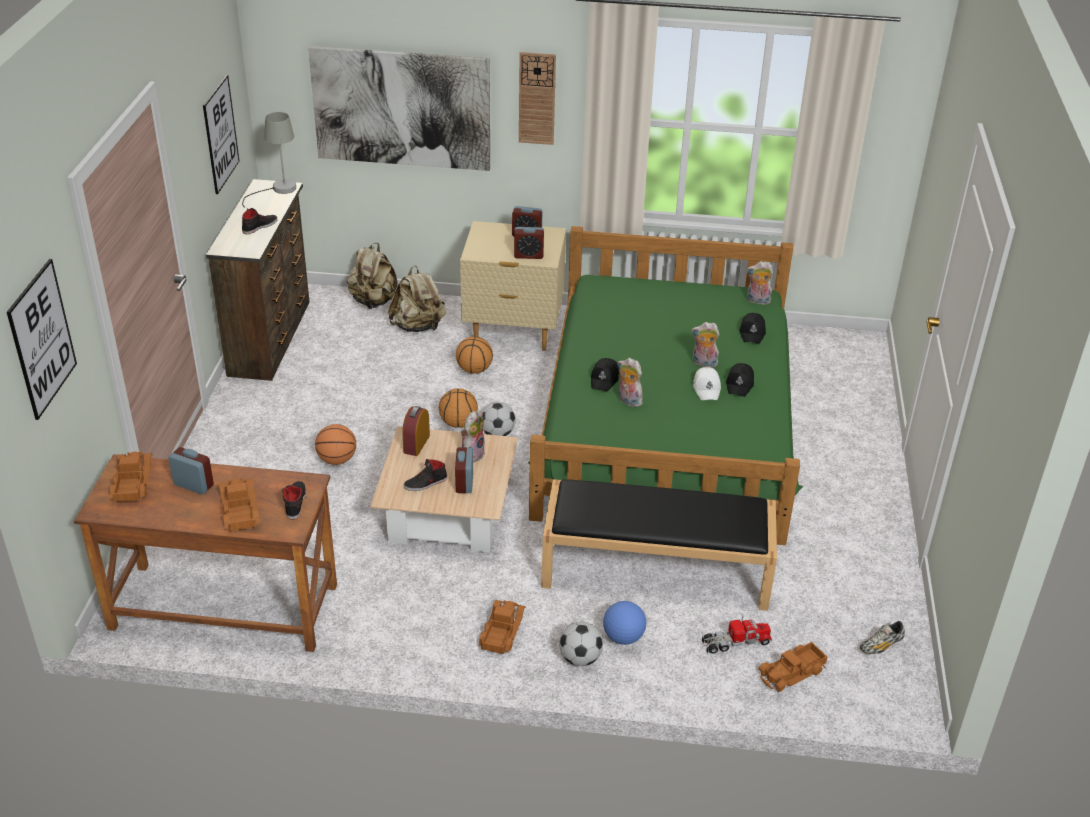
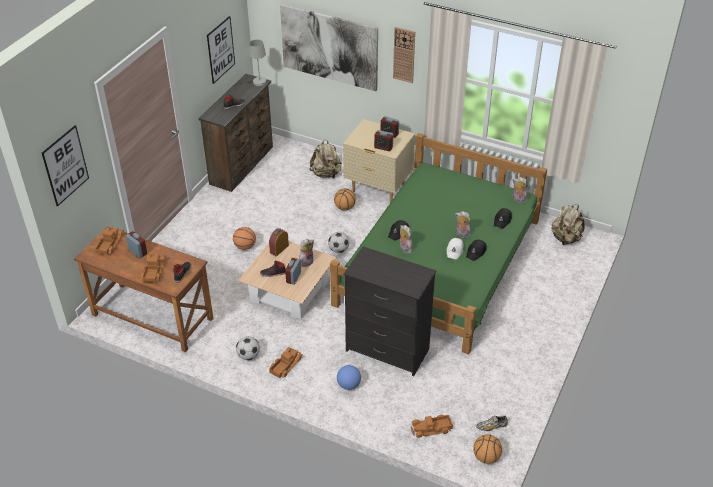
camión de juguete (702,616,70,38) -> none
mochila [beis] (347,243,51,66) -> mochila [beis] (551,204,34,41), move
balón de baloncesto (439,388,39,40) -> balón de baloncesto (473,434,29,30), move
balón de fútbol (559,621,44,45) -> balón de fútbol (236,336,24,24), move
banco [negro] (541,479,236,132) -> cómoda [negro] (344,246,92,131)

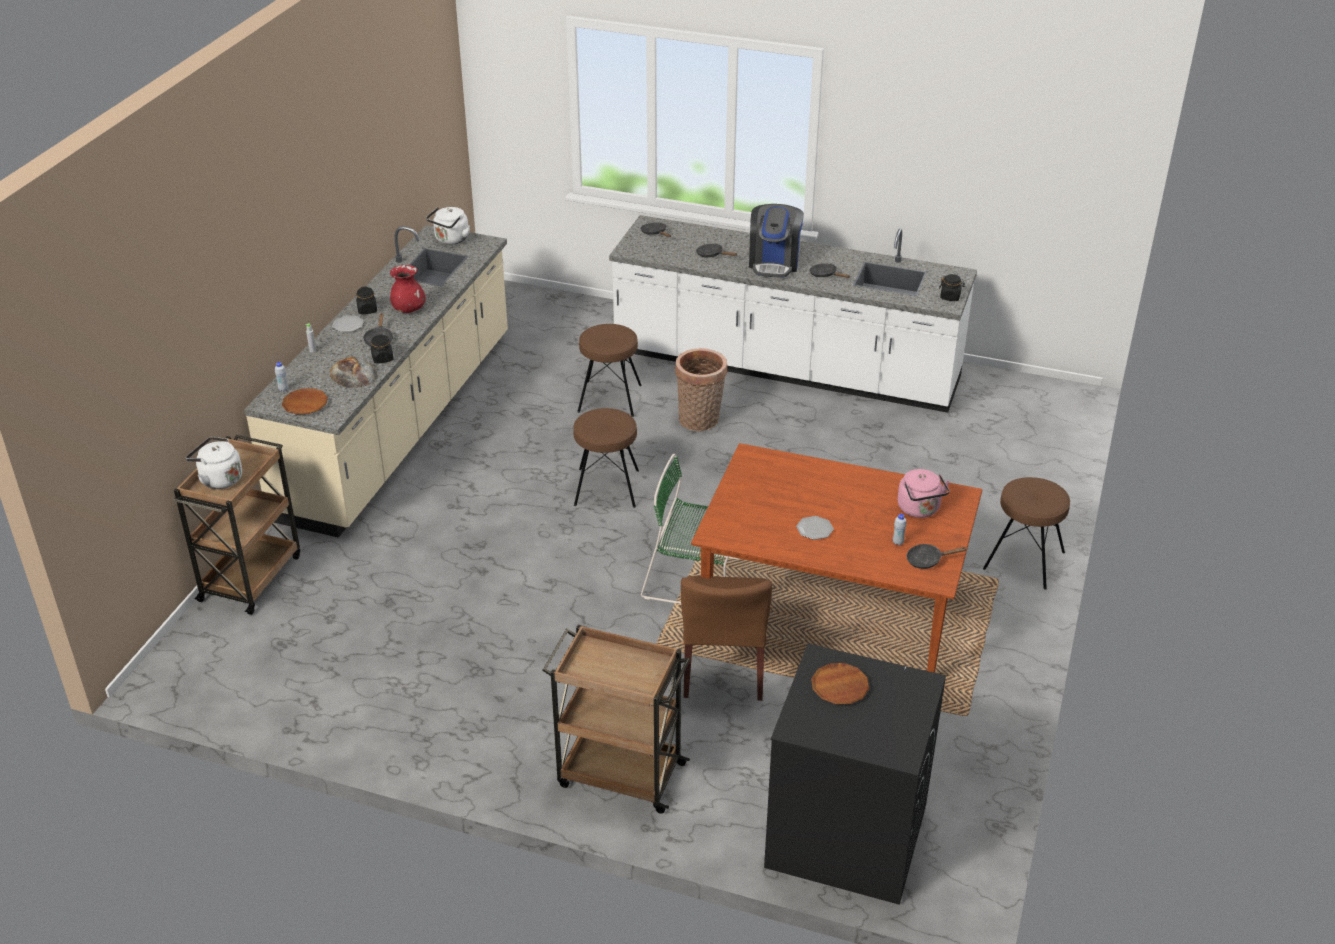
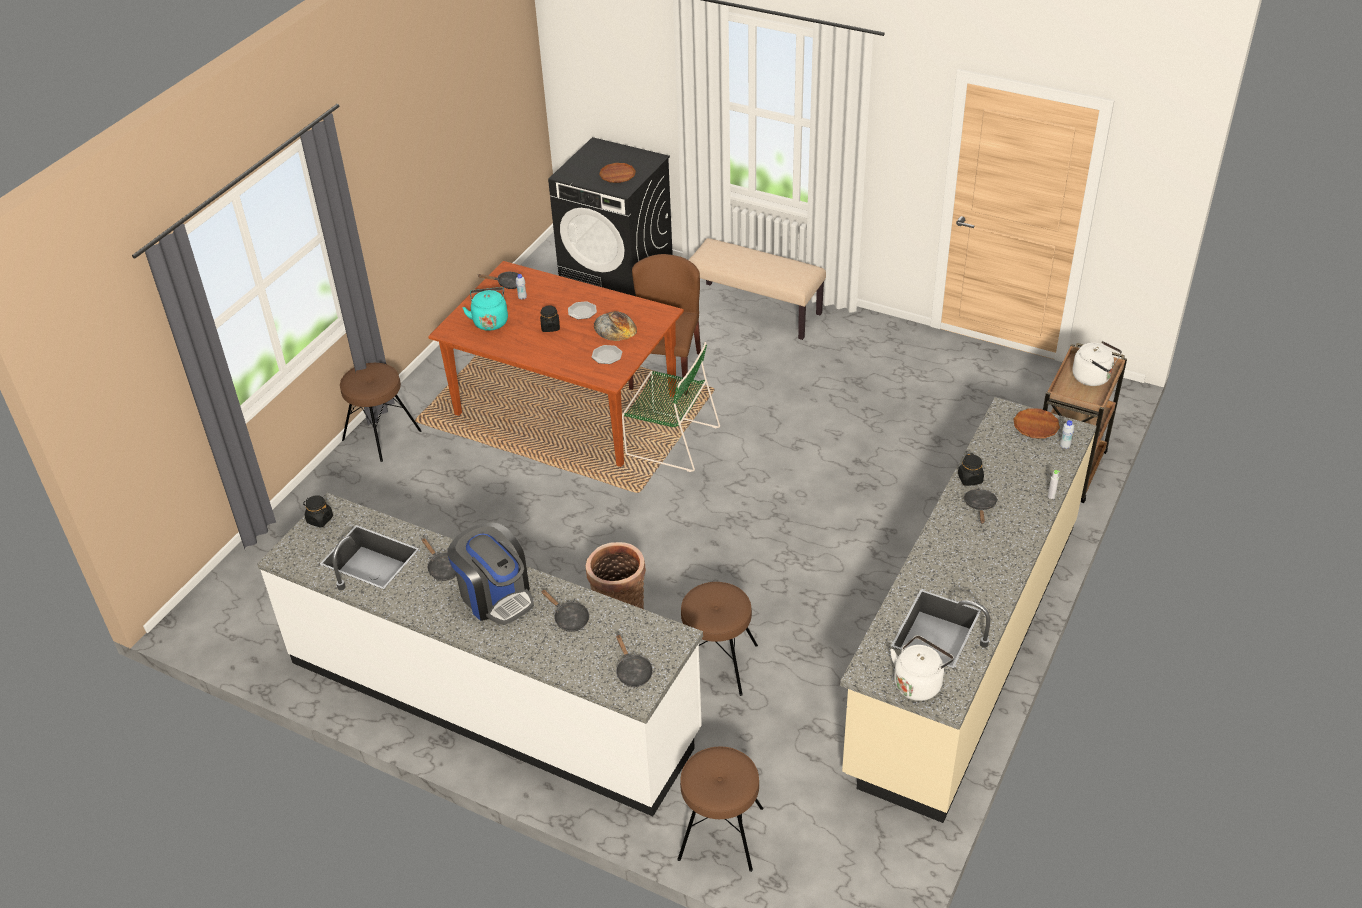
florero [rojo] (390,265,35,48) -> none
pan (329,357,49,31) -> pan (594,311,43,30), move
plato (332,316,32,16) -> plato (592,345,30,19), move
tarro [negro] (356,286,21,28) -> tarro [negro] (540,305,20,27), move
taburete [marrón] (573,408,66,100) -> taburete [marrón] (677,747,86,125), move
carrito [marrón] (542,625,148,189) -> banco [beis] (689,238,137,102)
hervidor [rosa] (898,469,52,49) -> hervidor [turquesa] (462,287,46,44)
cafetera (749,204,55,74) -> cafetera (447,522,87,103), 120 degrees clockwise

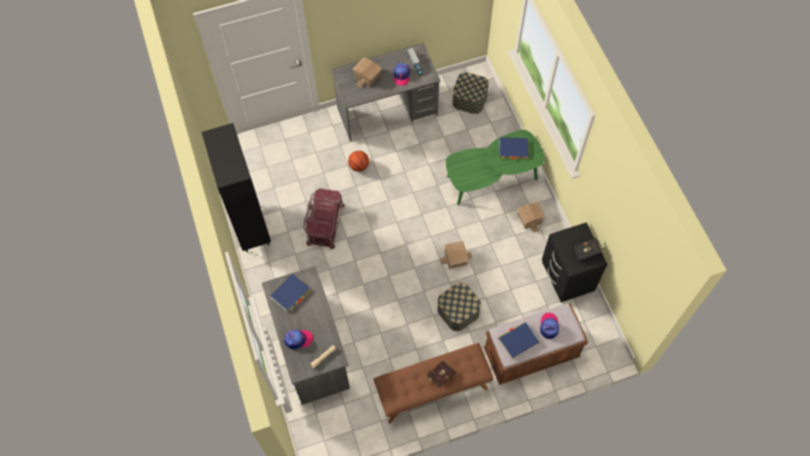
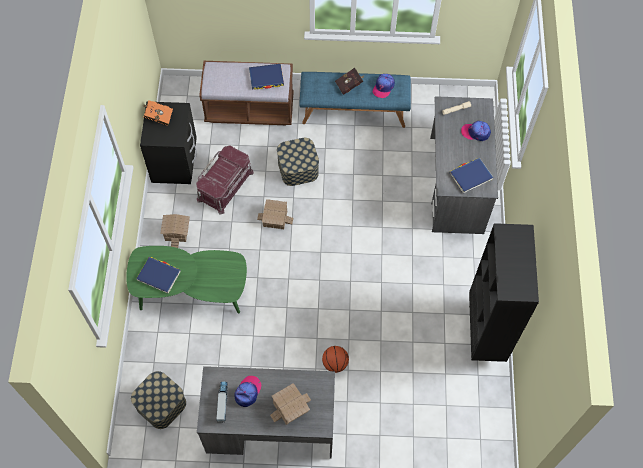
caja de almacenaje [rojo] (303,188,42,62) -> caja de almacenaje [rojo] (196,146,58,68), move
gorra (540,313,19,26) -> gorra (373,74,22,24), move
banco [marrón] (374,343,120,80) -> banco [azul] (299,72,112,56)
libro [negro] (574,238,30,24) -> libro [naranja] (142,100,31,26)

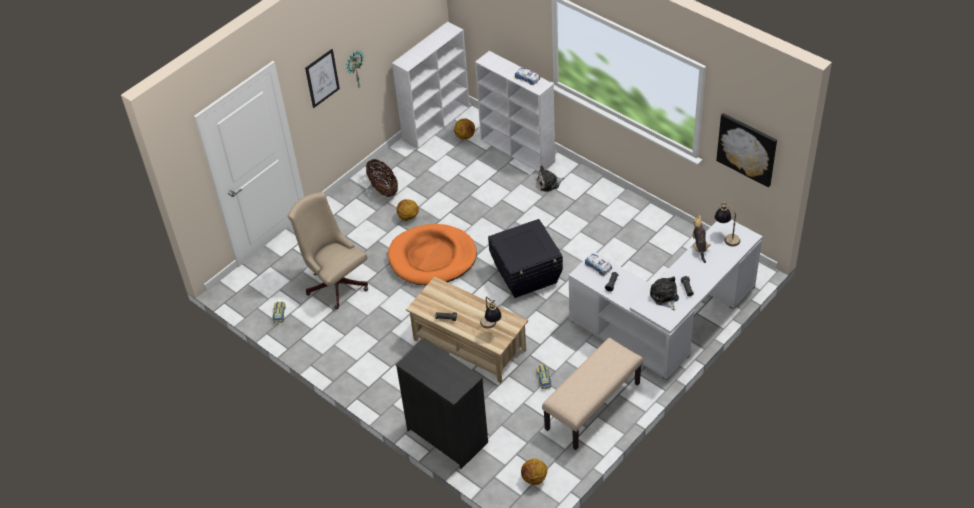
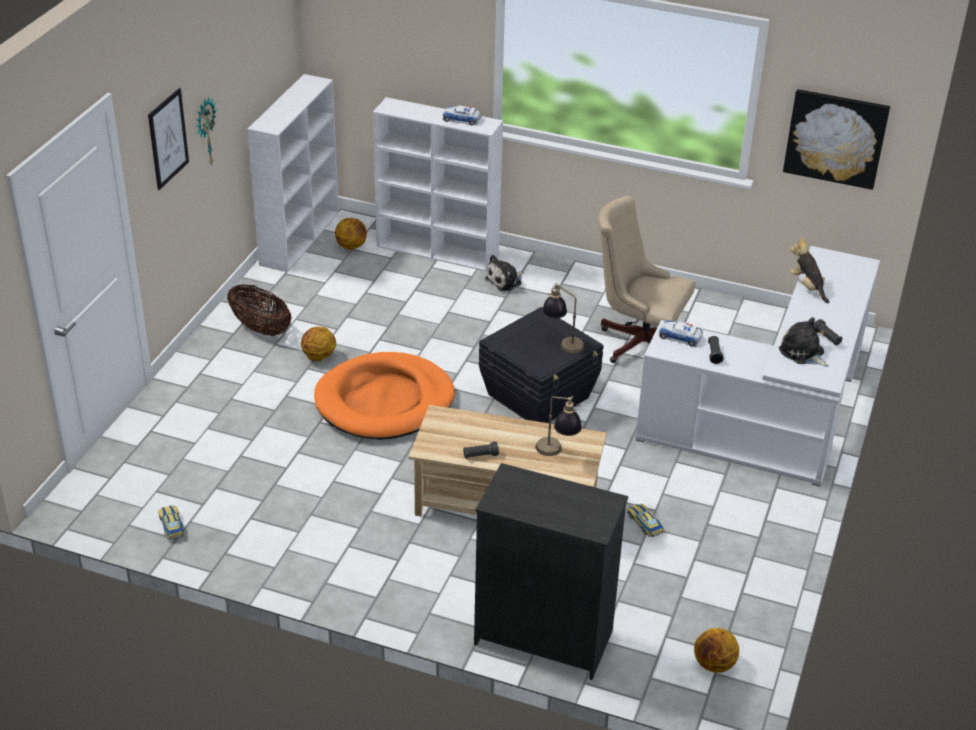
banco [beis] (542,338,101,112) -> none
silla de oficina [beis] (288,192,80,117) -> silla de oficina [beis] (598,196,98,167), move
lámpara de mesa (715,201,25,45) -> lámpara de mesa (542,283,42,70), move

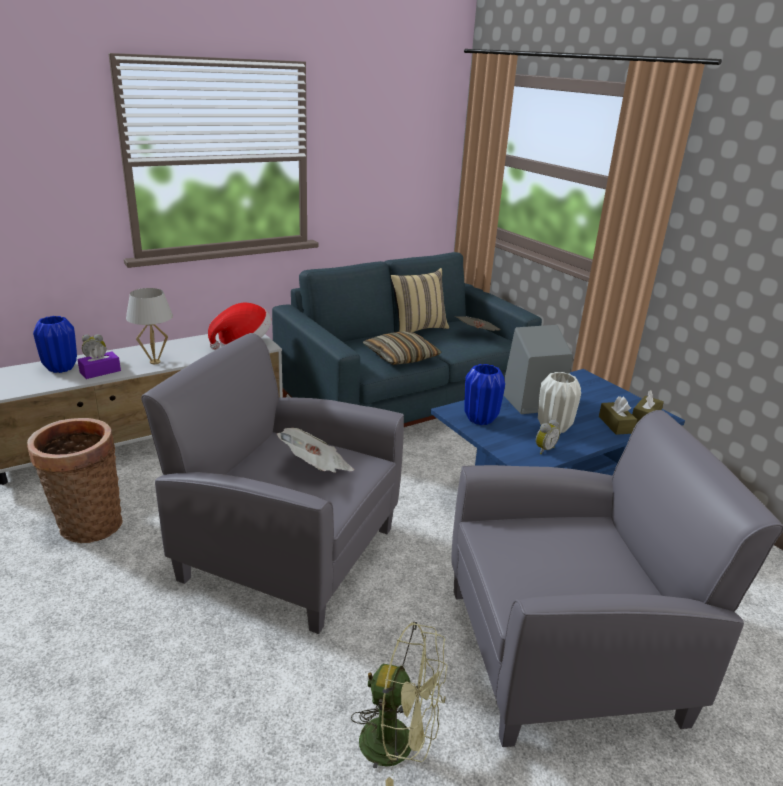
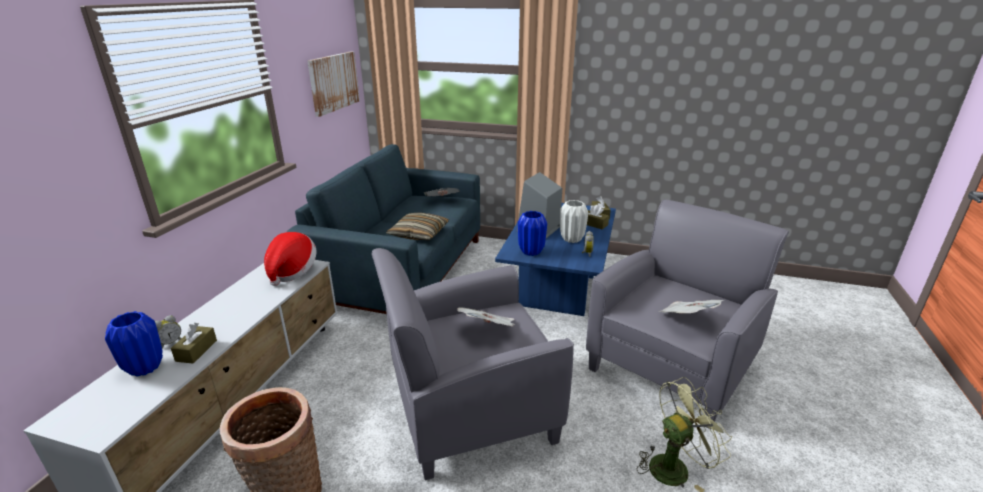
lámpara de mesa [blanco] (126,288,47,76) -> none
cojín [beis] (390,268,59,64) -> none
none -> cuadro (307,51,53,66)
none -> periódico (658,300,66,13)
caja de pañuelos [morado] (77,345,44,34) -> caja de pañuelos [marrón] (171,323,46,41)

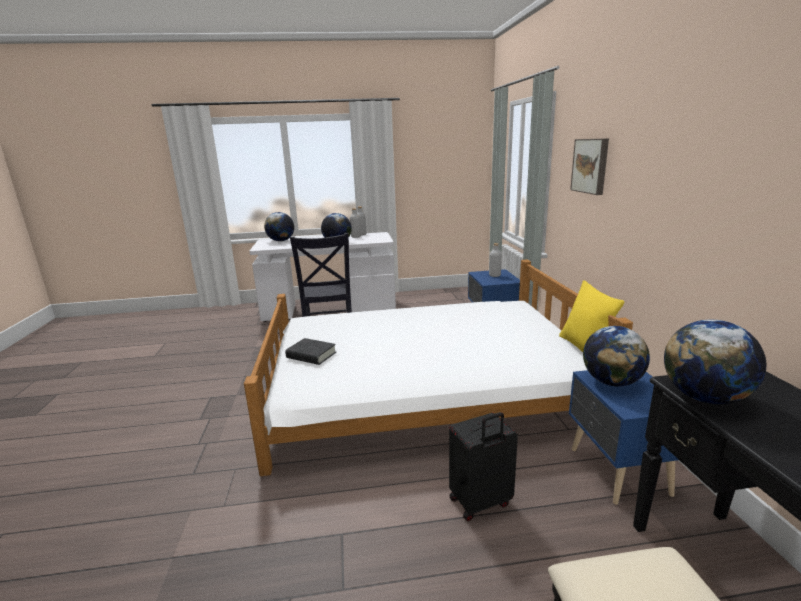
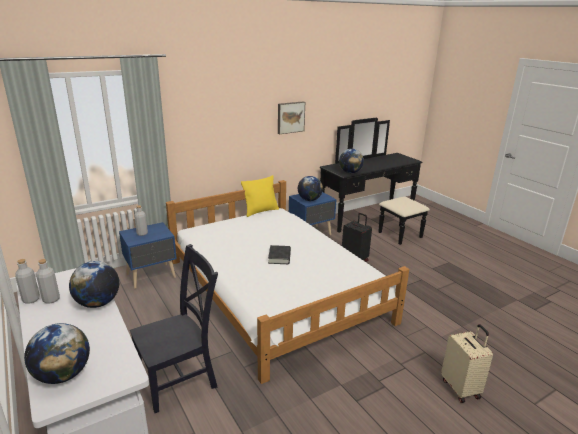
none -> maleta [beis] (441,324,52,79)
libro [negro] (285,338,51,27) -> libro [negro] (268,245,23,19), move
cuadro (570,138,39,57) -> cuadro (278,101,27,33), move

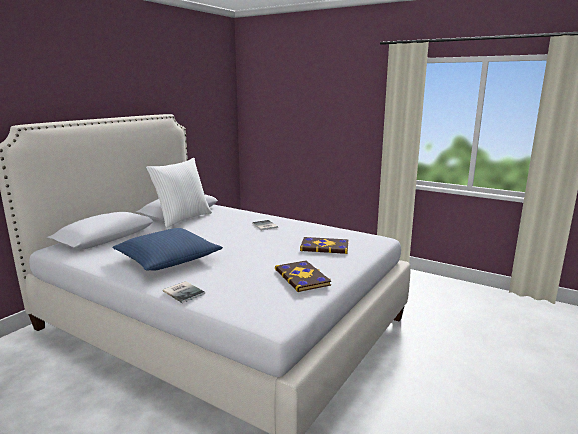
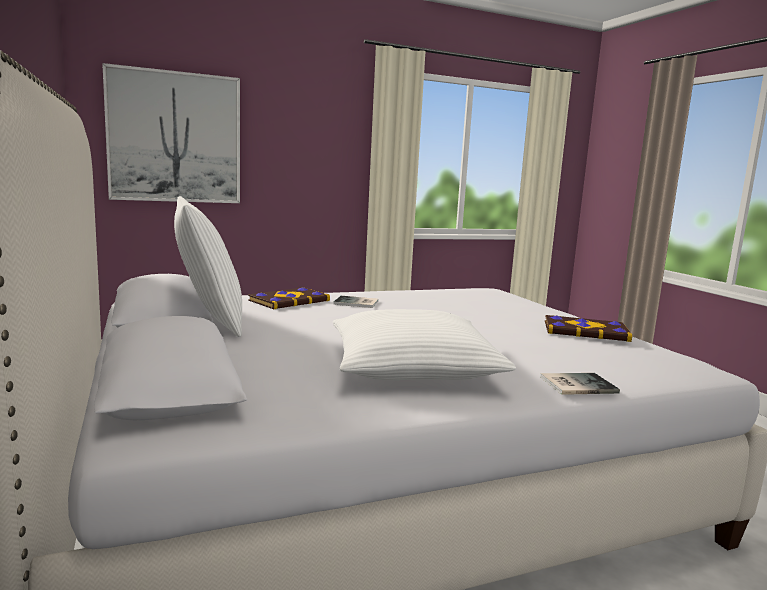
none -> cuadro (102,63,138,140)
libro (300,237,49,17) -> libro (248,287,82,22), move
cojín [azul] (113,228,110,43) -> cojín [blanco] (333,309,183,71)

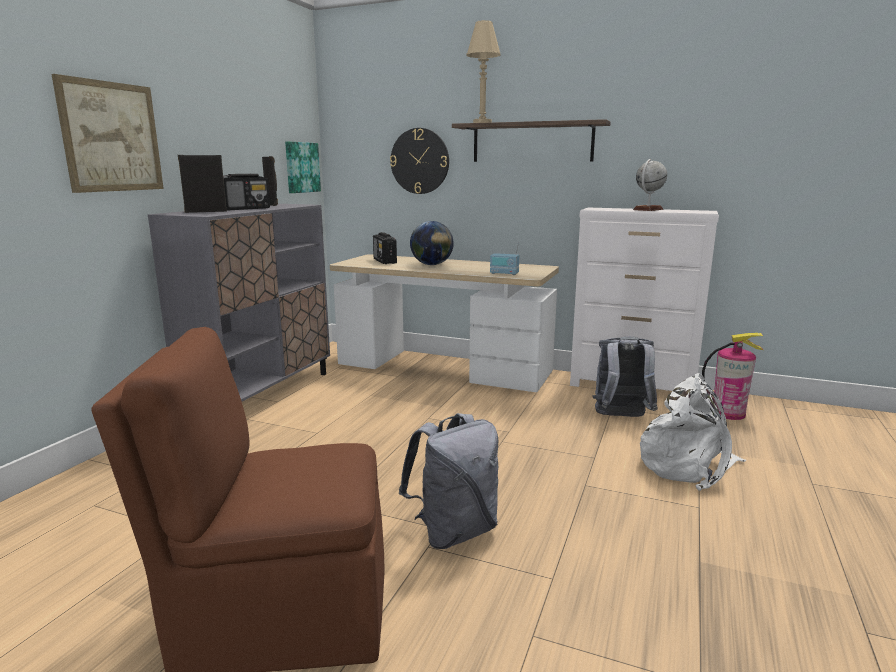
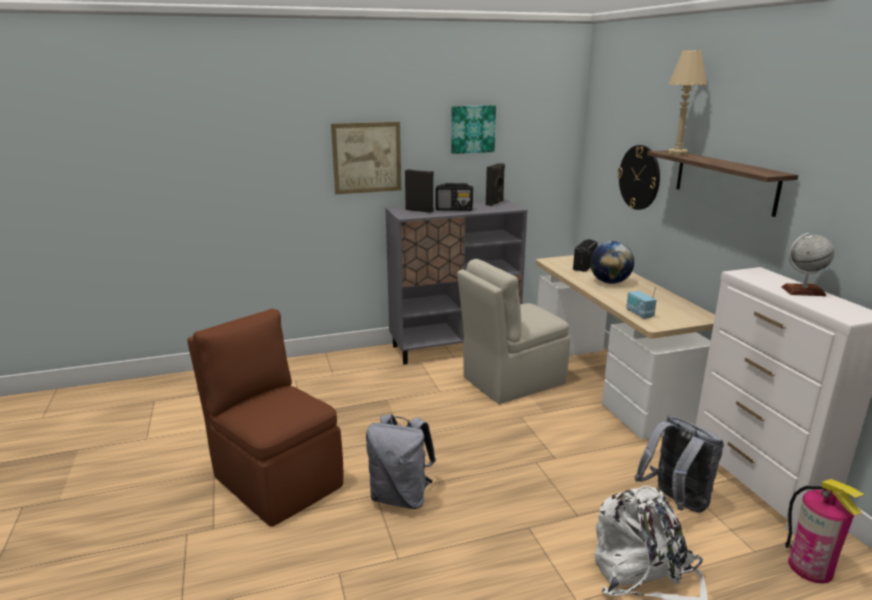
none -> silla [beis] (457,259,113,145)
cuadro (285,142,36,51) -> cuadro (451,105,45,49), move

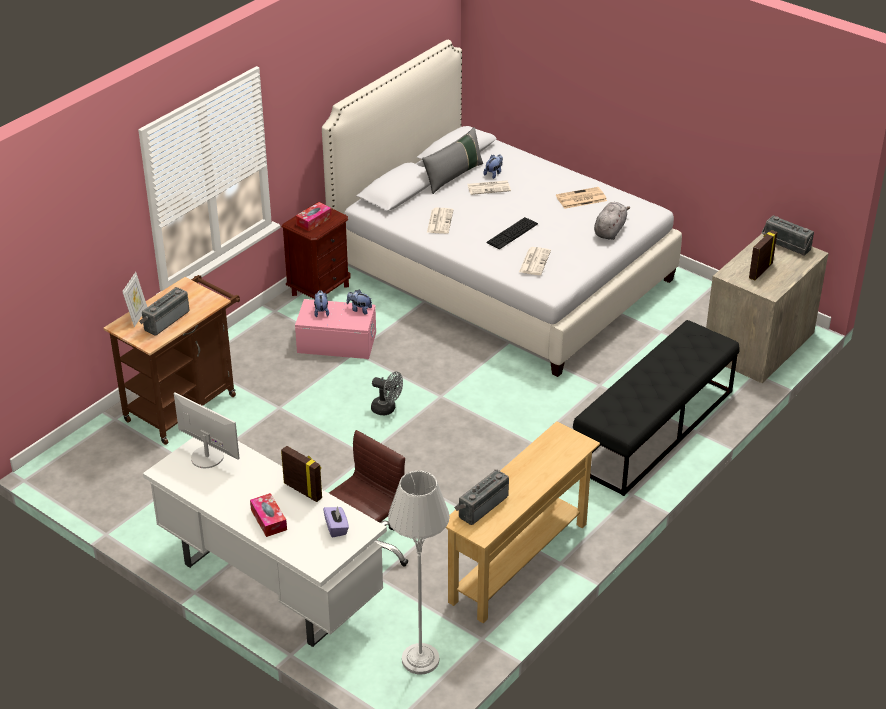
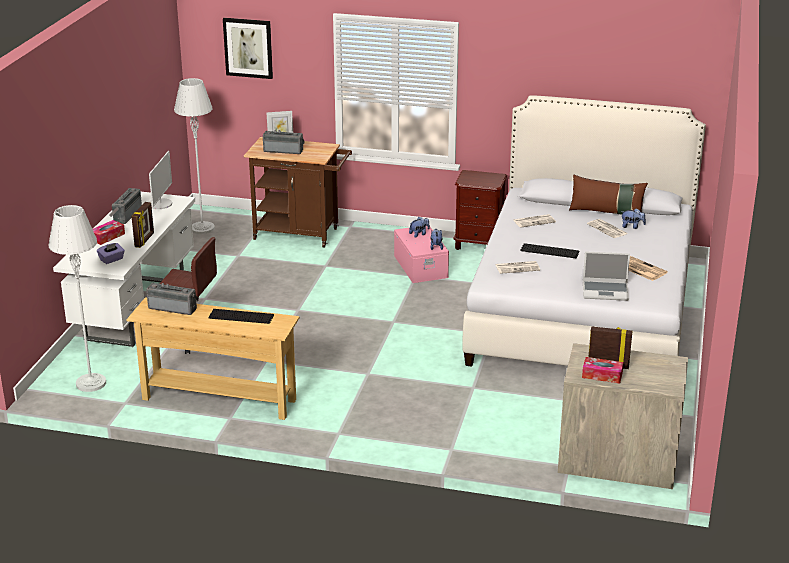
ventilador [gris] (371,371,32,44) -> none
banco [negro] (573,320,167,176) -> none
none -> lámpara de pie [gris] (174,78,41,156)
none -> teclado (208,309,66,15)
none -> cuadro (223,18,50,61)
caja de pañuelos (296,202,36,29) -> caja de pañuelos (582,357,42,27), move
radio (762,216,52,40) -> radio (109,188,33,36), move
peluche [gris] (594,202,36,38) -> portátil (583,251,47,50)
cojín [gris] (422,127,61,67) -> cojín [marrón] (569,175,79,40)

